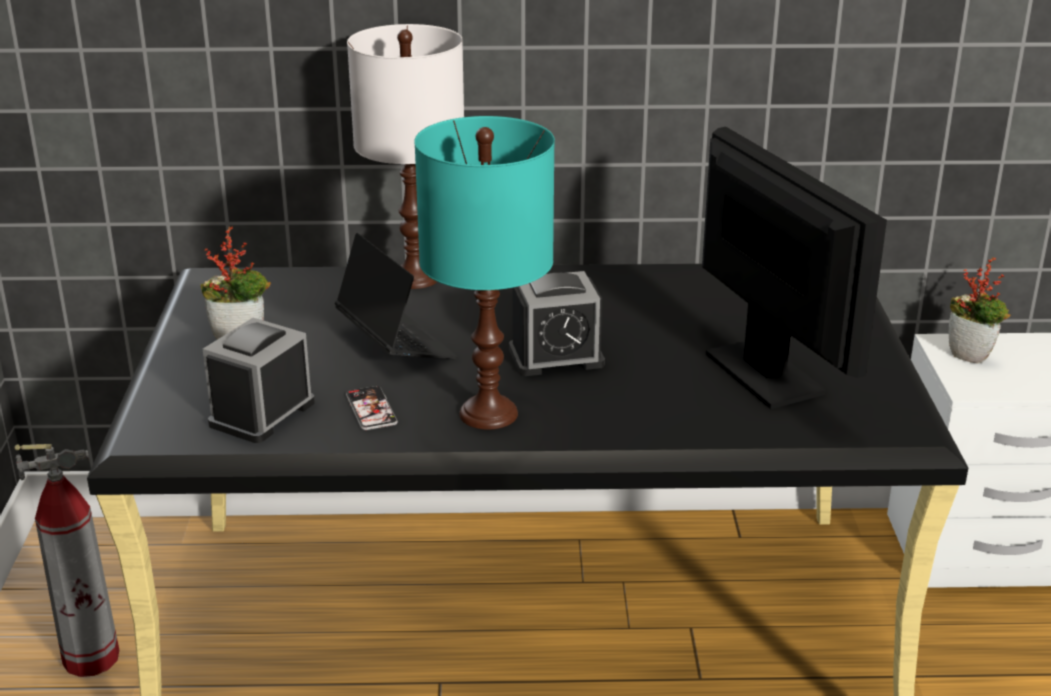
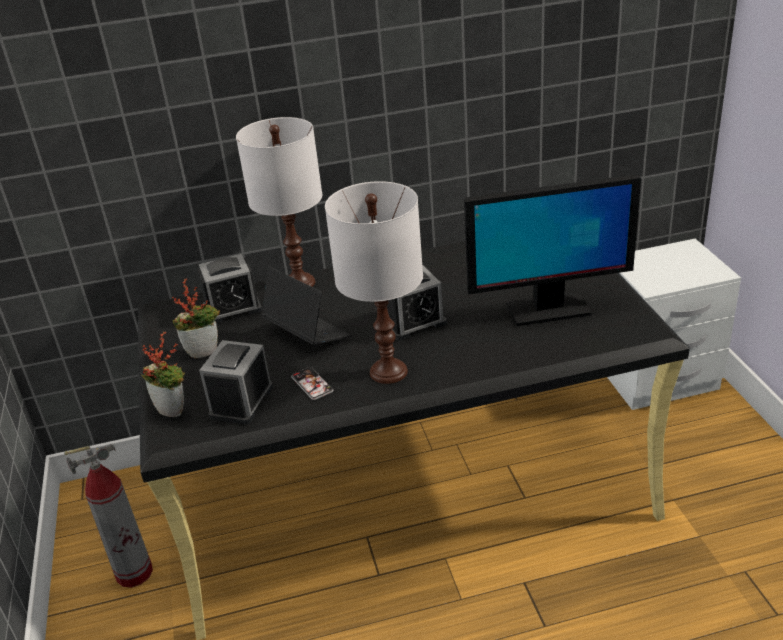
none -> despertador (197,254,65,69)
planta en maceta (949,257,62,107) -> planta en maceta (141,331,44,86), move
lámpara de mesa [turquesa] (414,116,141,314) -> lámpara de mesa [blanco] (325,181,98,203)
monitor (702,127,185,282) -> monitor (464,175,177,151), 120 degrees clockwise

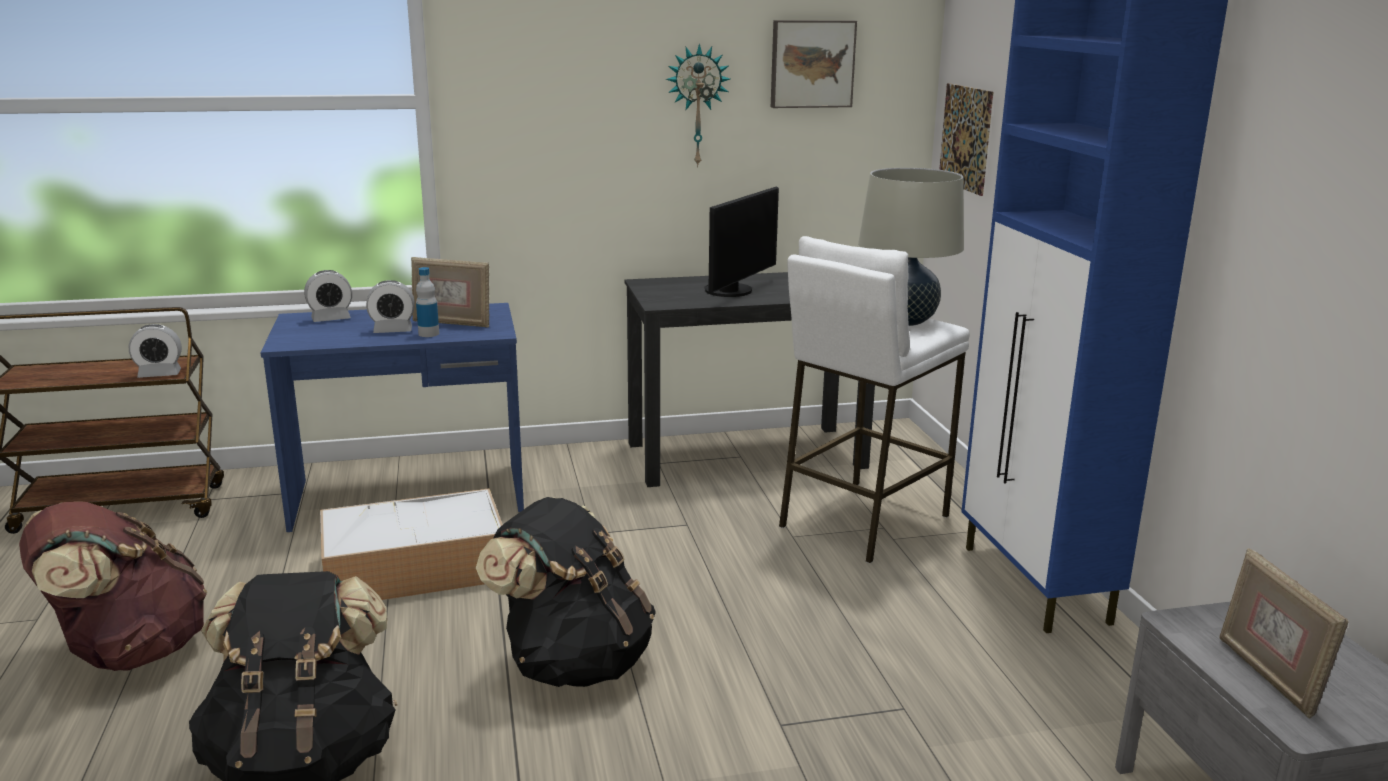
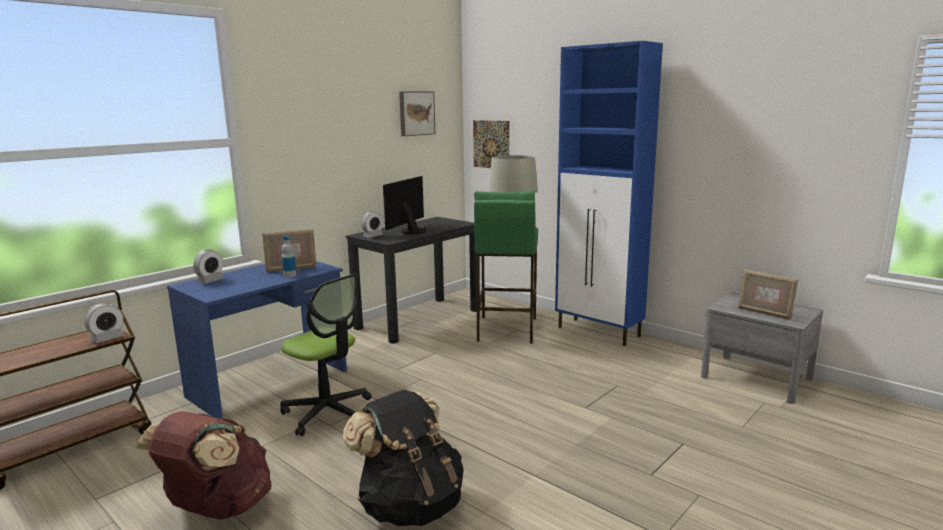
mochila [negro] (476,497,180,190) -> none
reloj de pared (666,44,64,123) -> none
despertador (366,280,49,53) -> despertador (362,211,21,27), move
caja de almacenaje (320,488,183,112) -> silla de oficina (280,274,92,162)
taburete [blanco] (779,236,191,328) -> taburete [verde] (474,190,64,154)
monitor (704,186,75,111) -> monitor (383,176,43,58), 150 degrees counterclockwise

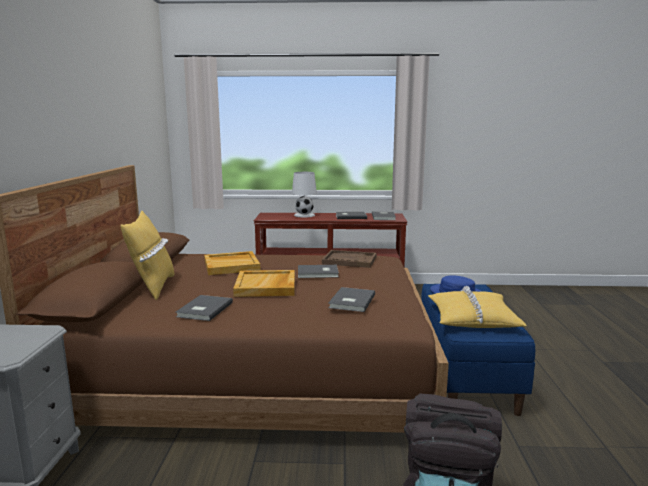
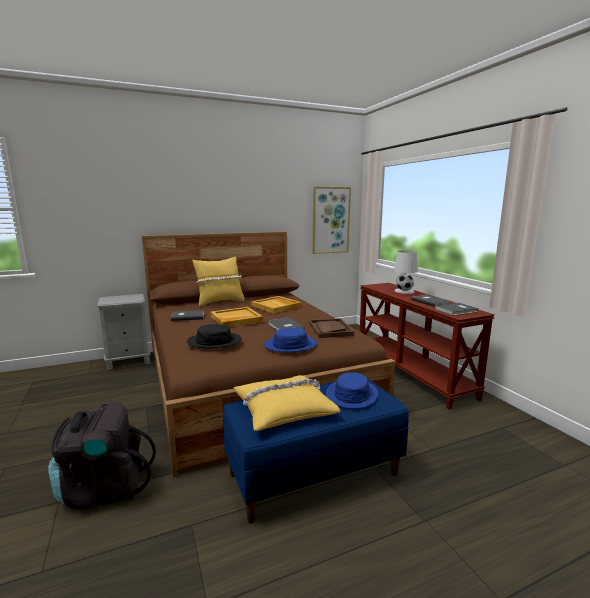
none -> sombrero [azul] (264,328,53,25)
none -> cuadro (312,187,39,67)
libro [gris] (328,287,47,25) -> sombrero [negro] (187,324,54,24)

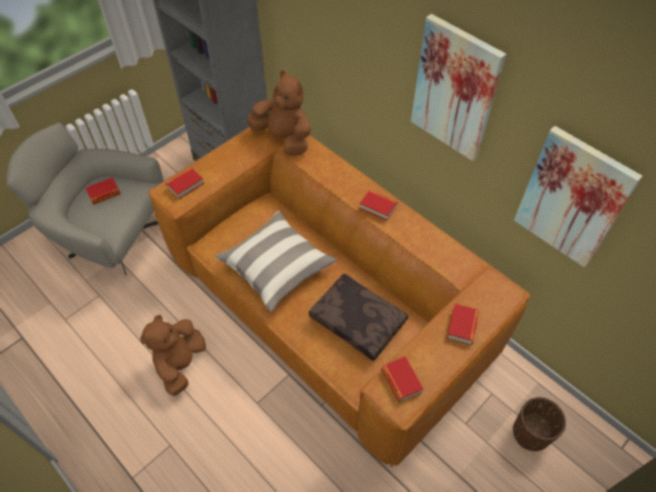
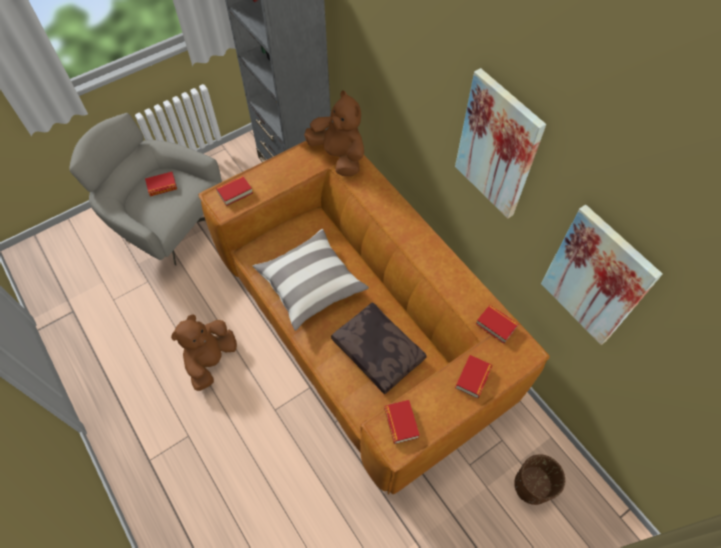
libro (359,190,39,31) -> libro (476,305,43,39), move

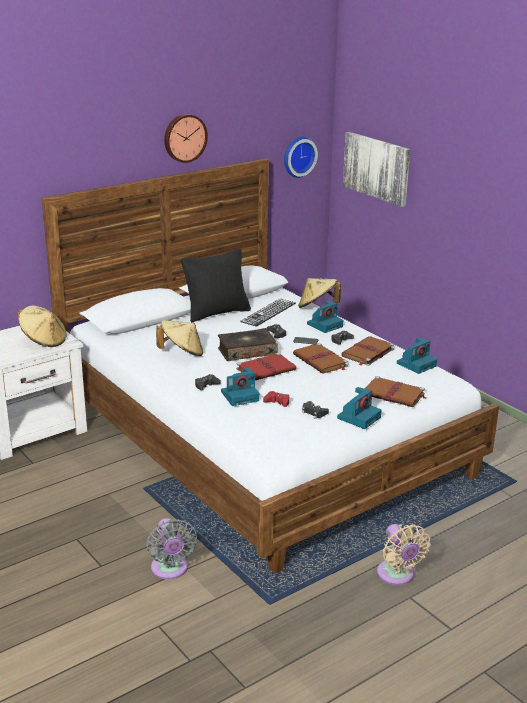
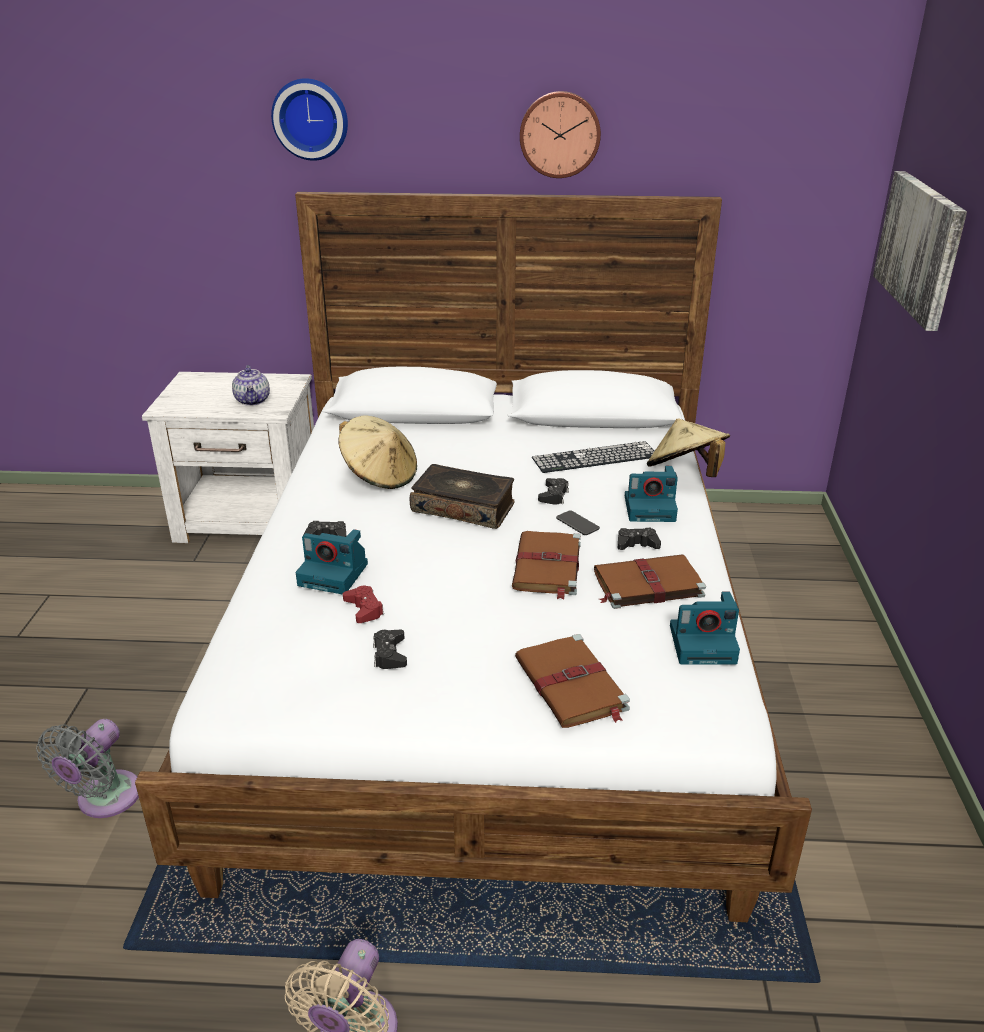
cojín [negro] (181,248,70,75) -> none
libro [rojo] (236,353,60,27) -> none
cámara (337,387,44,42) -> none
reloj de pared (284,136,34,42) -> reloj de pared (271,78,77,83), move
sombrero [beis] (18,306,48,41) -> tetera (232,365,38,41)

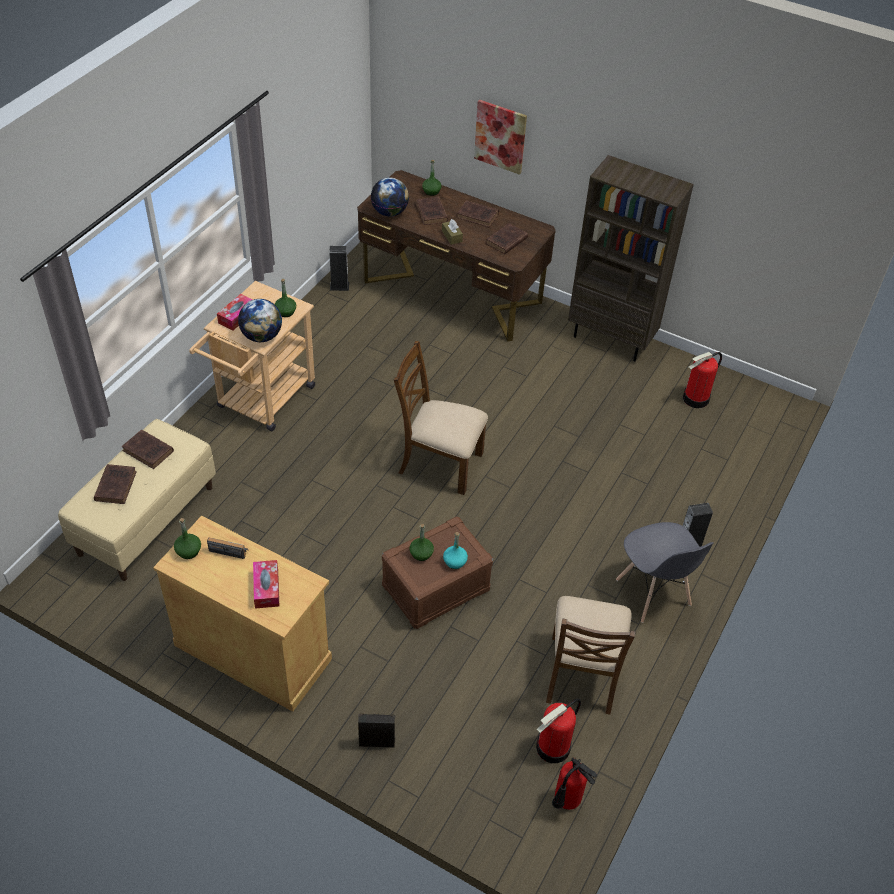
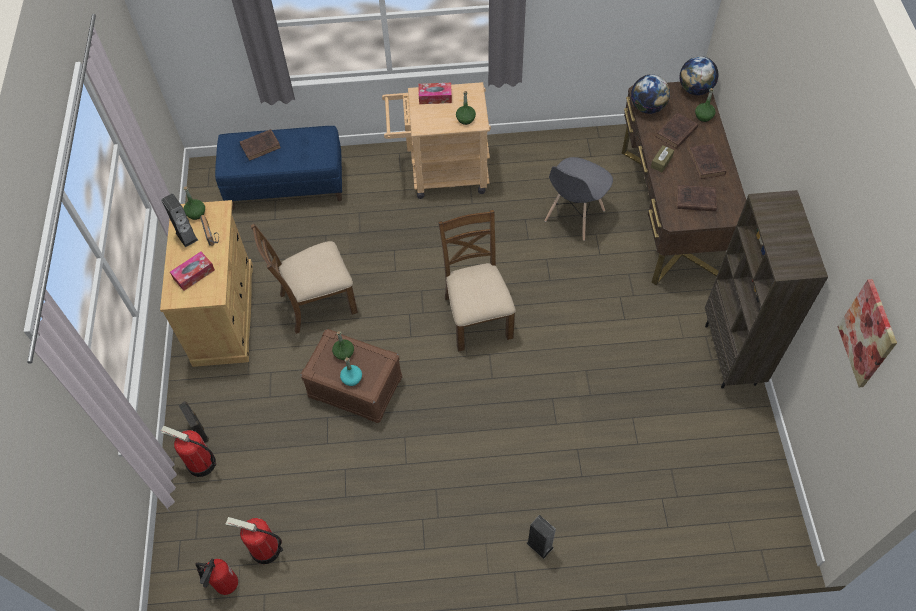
libro [marrón] (122,430,52,39) -> none
globo terráqueo (238,299,44,43) -> globo terráqueo (679,56,40,39), move
altavoz (329,246,20,45) -> altavoz (161,194,37,53), move
cuadro (474,99,53,76) -> cuadro (838,279,59,108), move
silla [marrón] (546,596,89,119) -> silla [marrón] (250,223,108,111), move
silla [gris] (616,522,98,101) -> silla [gris] (544,157,69,84), move
extintor (683,352,39,56) -> extintor (161,426,55,51), move
banco [beis] (58,419,158,162) -> banco [azul] (215,126,127,84)

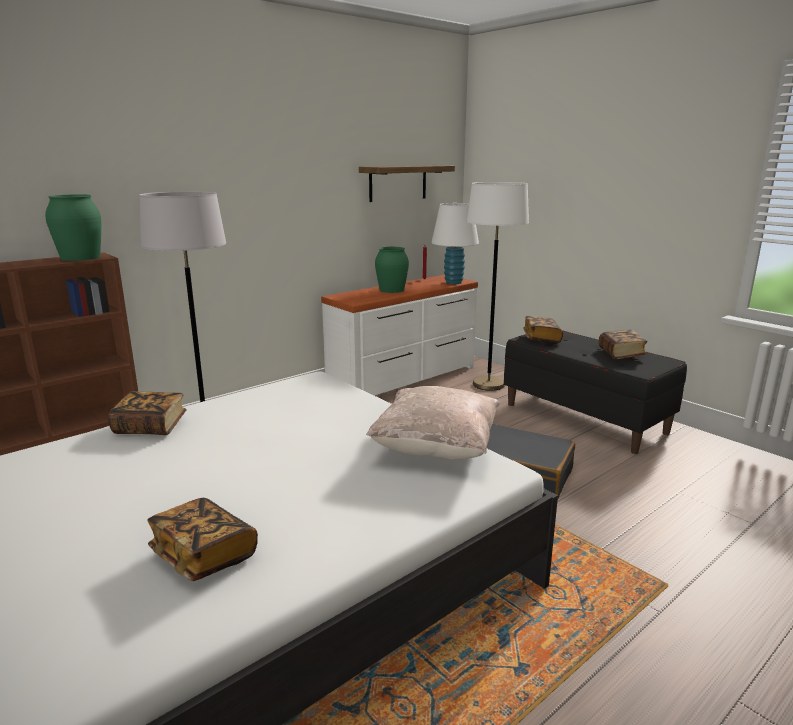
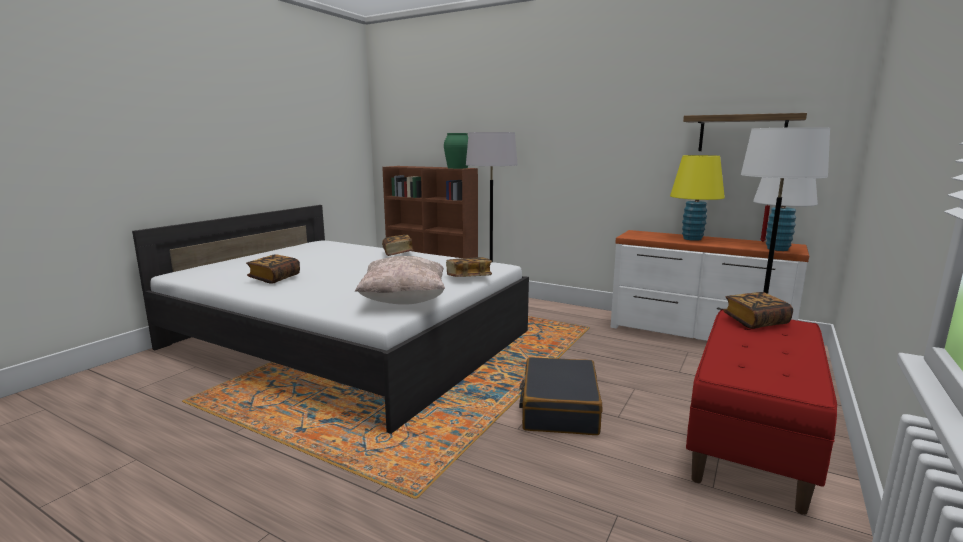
libro (599,330,49,29) -> libro (446,257,46,20), move
florero [verde] (375,247,34,46) -> lámpara de mesa [amarillo] (670,155,55,86)
banco [negro] (504,330,183,124) -> banco [rojo] (686,310,151,205)

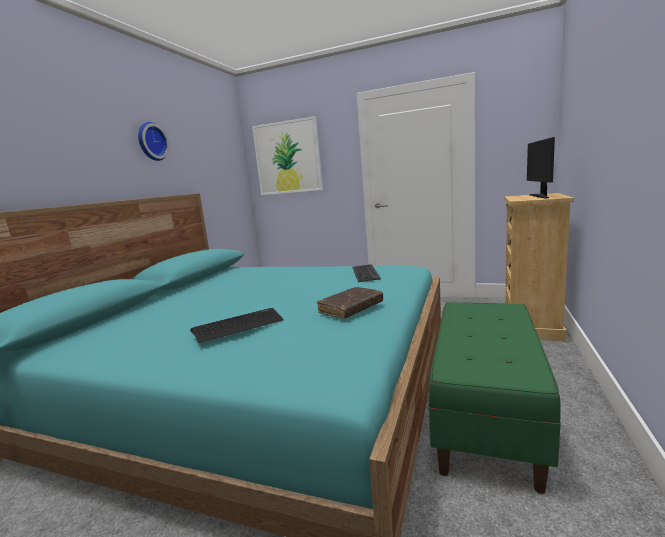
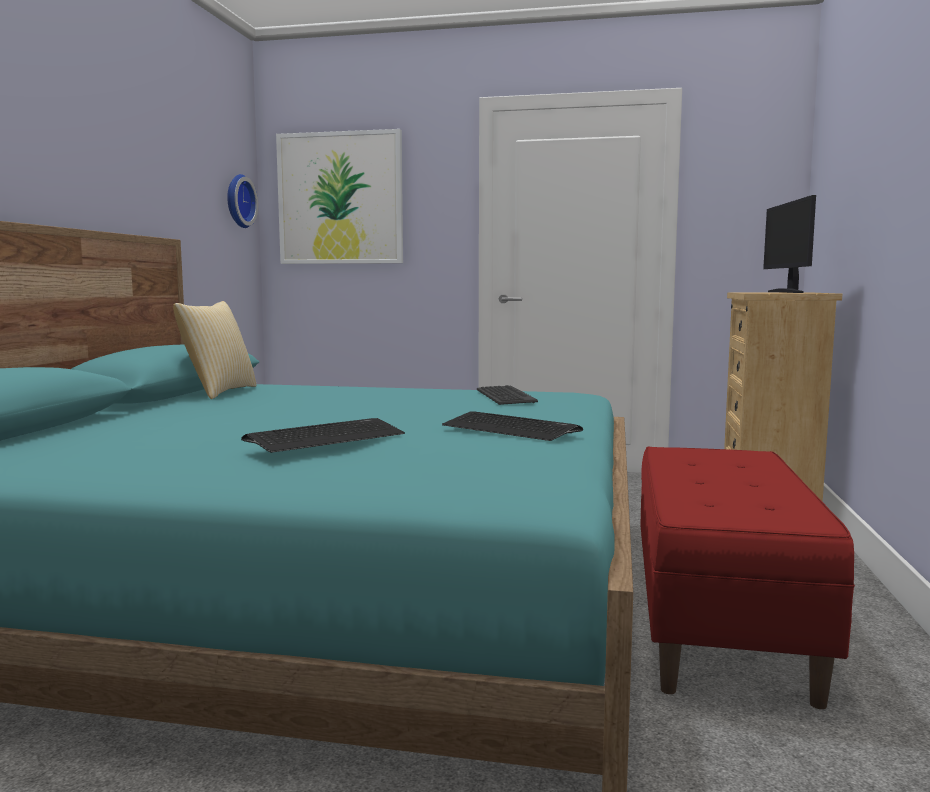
none -> cojín (173,301,83,98)
reloj de pared (138,122,32,39) -> reloj de pared (227,174,31,54), move
libro [marrón] (317,287,66,32) -> teclado (442,411,141,30)
banco [verde] (428,302,133,192) -> banco [rojo] (640,447,215,262)

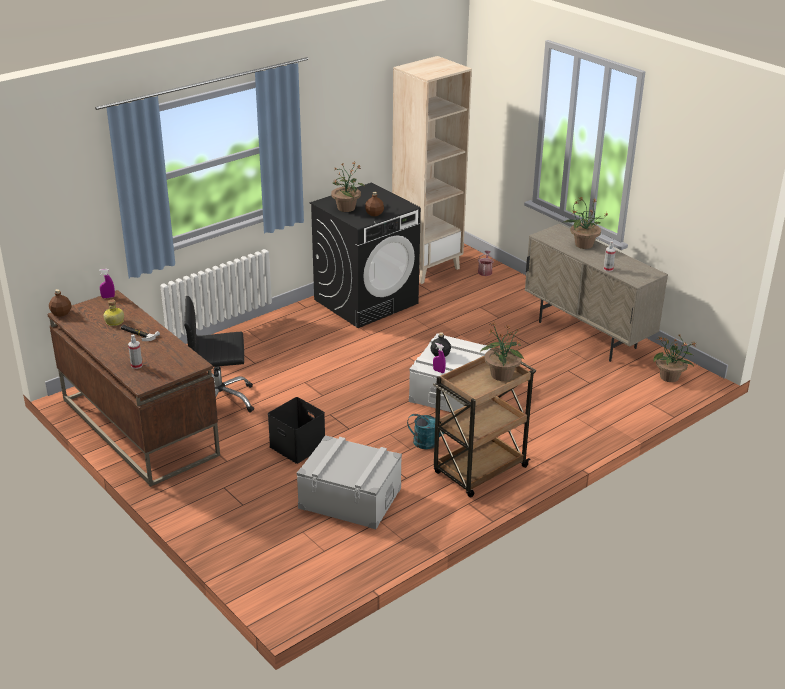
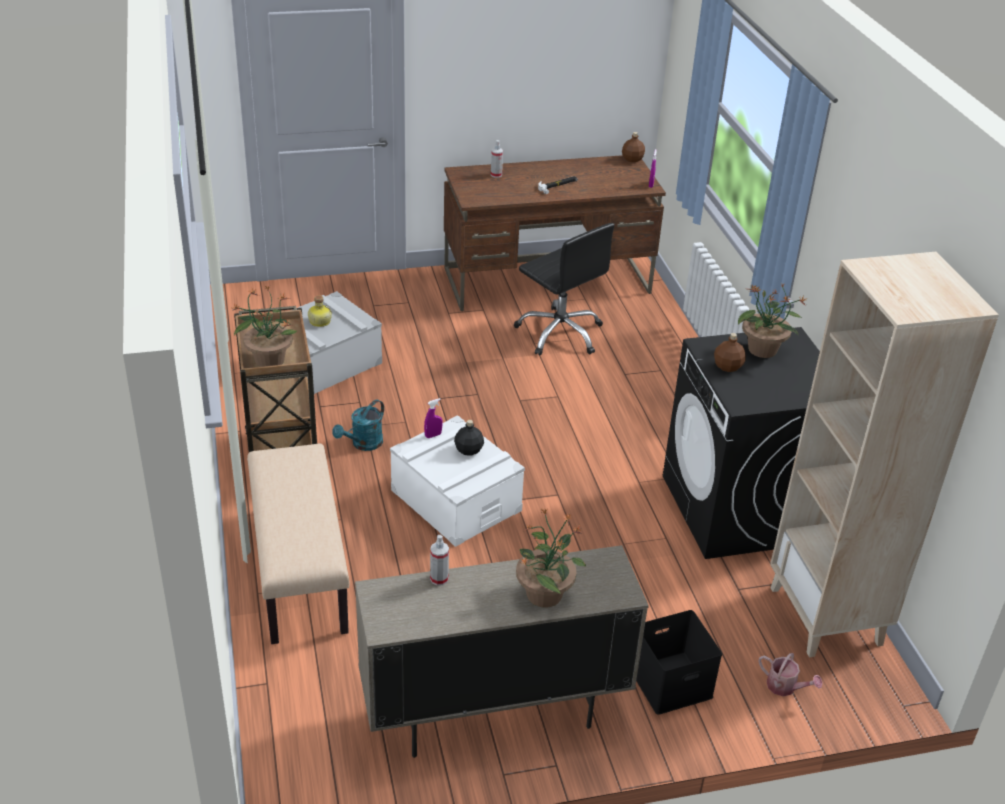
planta en maceta (653,334,44,48) -> none
none -> banco [beis] (247,444,102,200)
botella (103,300,21,26) -> botella (308,296,24,31), move
caja de almacenaje [negro] (268,397,57,67) -> caja de almacenaje [negro] (636,610,86,105), move
silla de oficina [negro] (184,296,70,117) -> silla de oficina [negro] (514,223,101,133), 120 degrees clockwise

